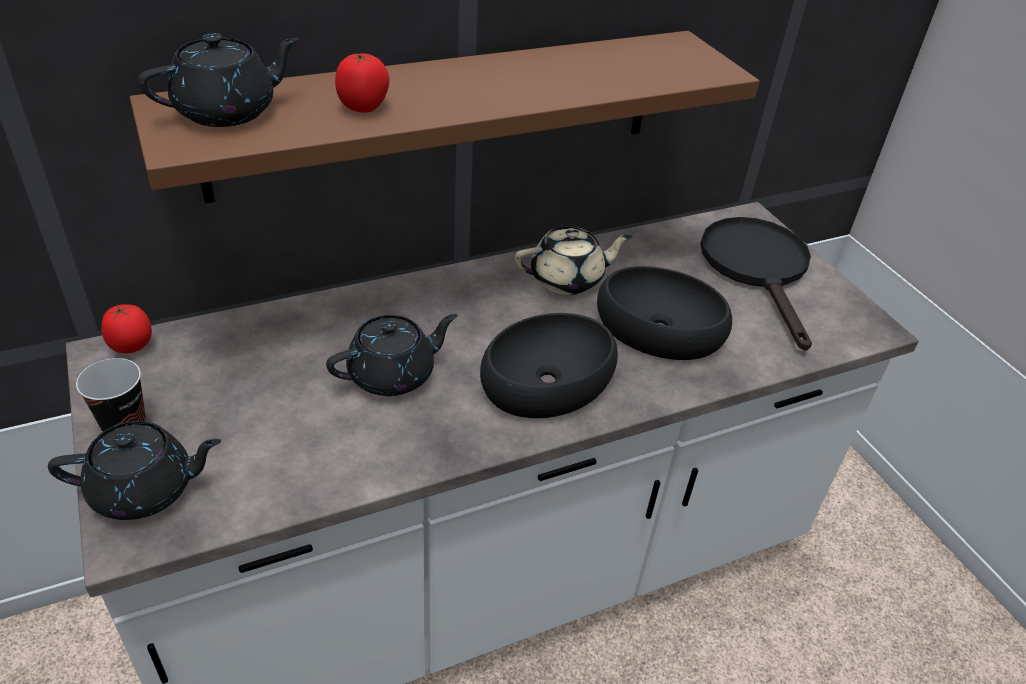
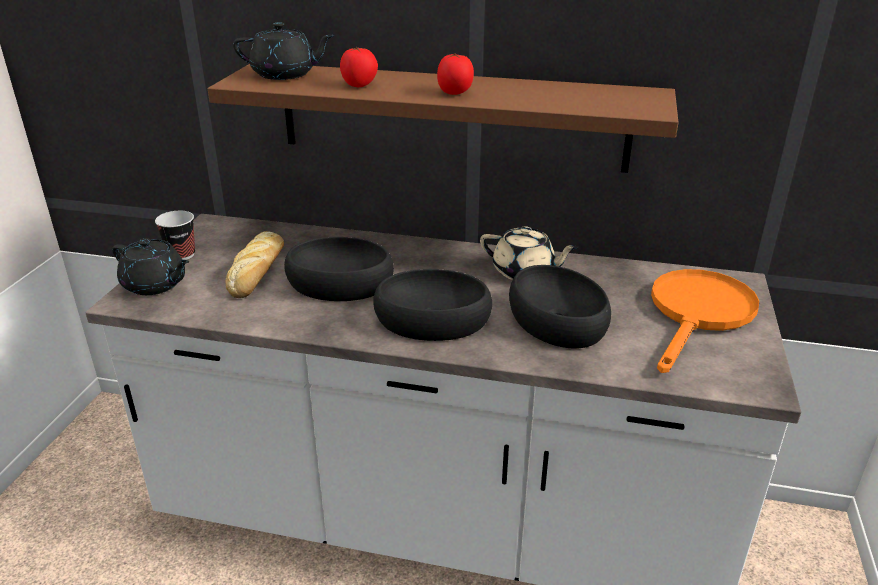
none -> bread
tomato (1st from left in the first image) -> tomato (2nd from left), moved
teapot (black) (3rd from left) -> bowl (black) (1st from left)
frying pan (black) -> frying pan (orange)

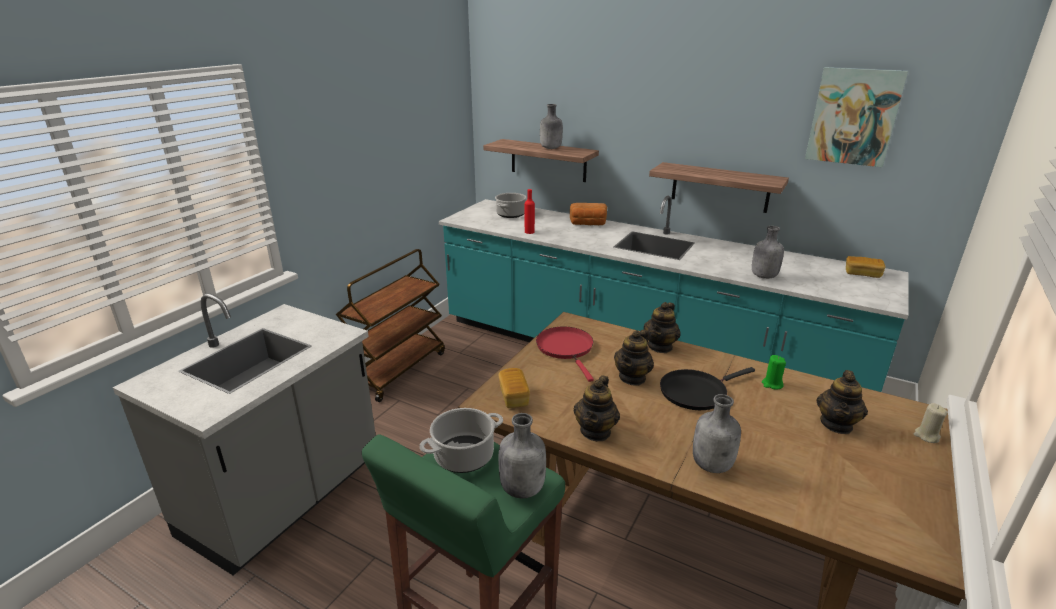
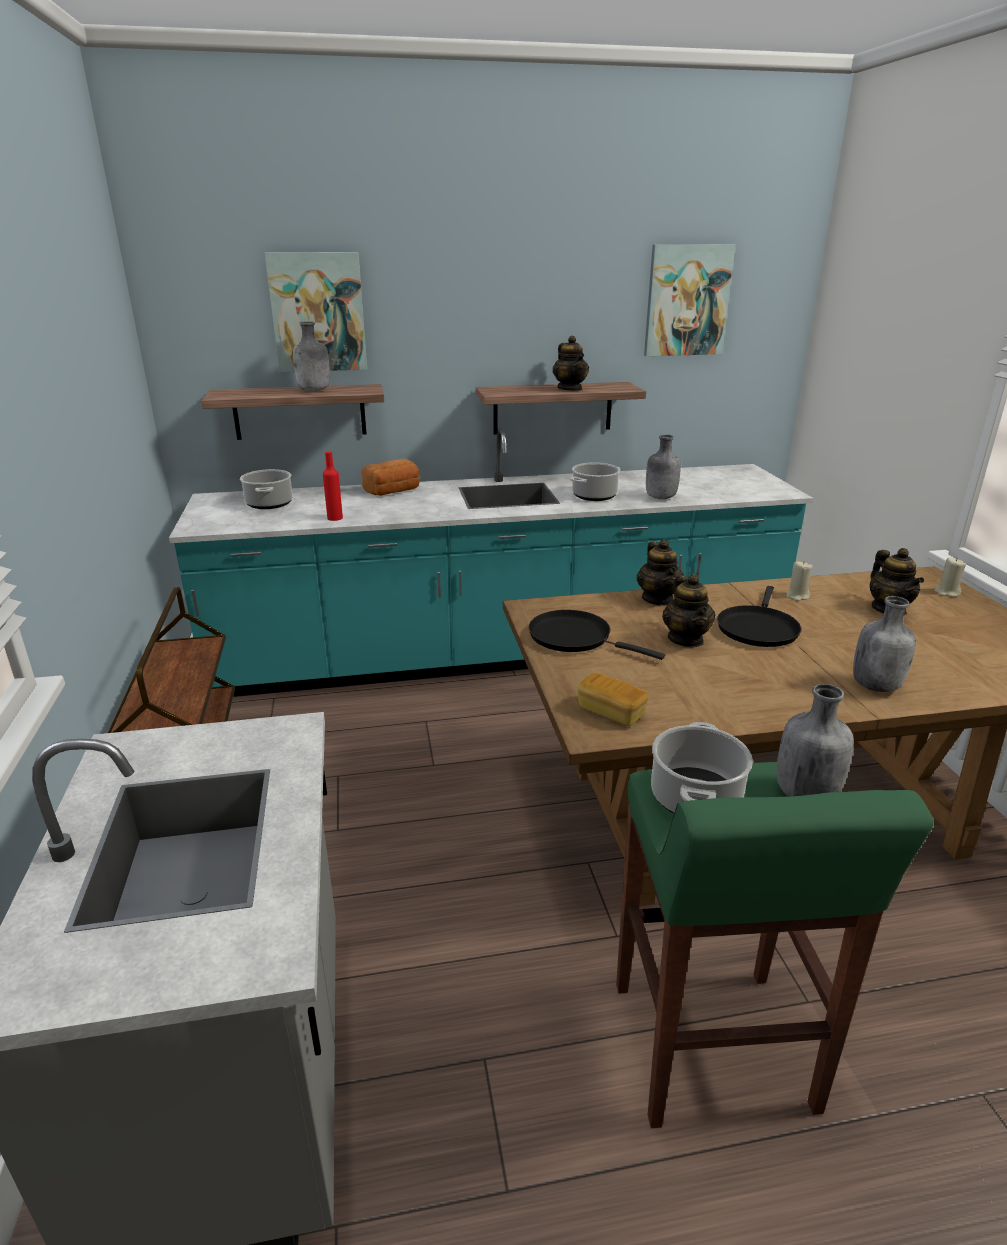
bread (3rd from left) -> none
none -> picture (1st from left)
none -> cooking pot (2nd from left)
teapot (1st from left), moved
frying pan (red) -> frying pan (black) (1st from left)
candle (green) -> candle (beige) (1st from left)

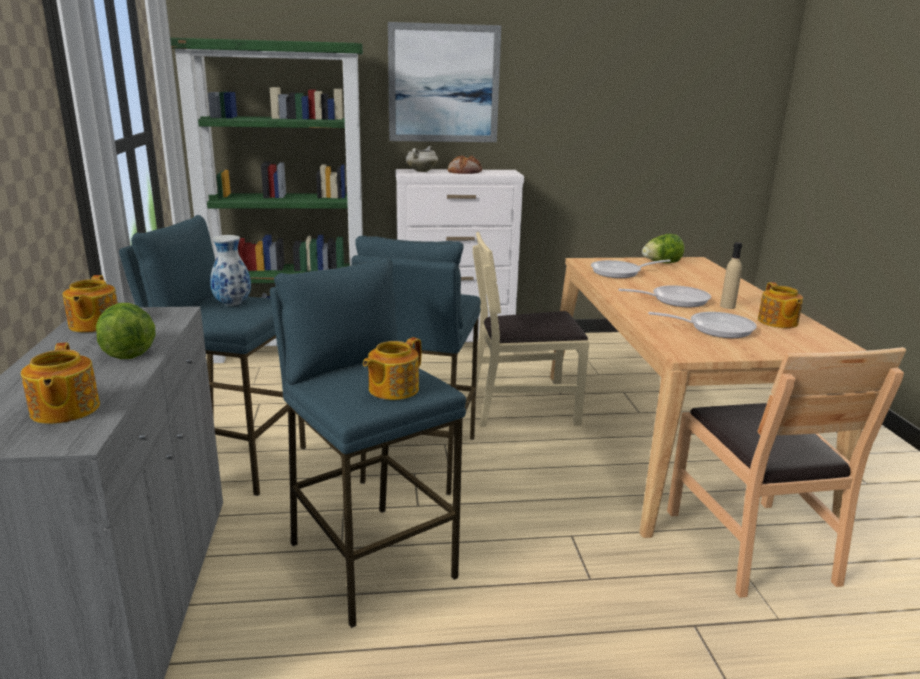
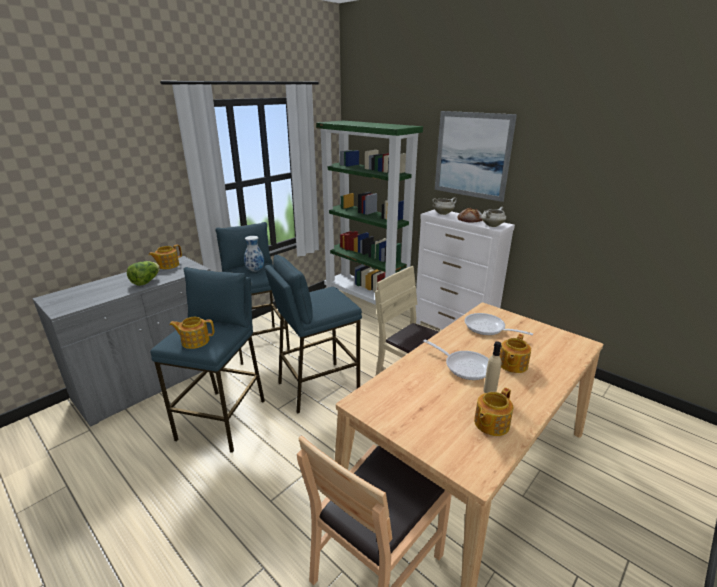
lettuce (2nd from left) -> none
frying pan (3rd from left) -> none
none -> cooking pot (white) (2nd from left)
teapot (1st from left in the first image) -> teapot (4th from left), moved

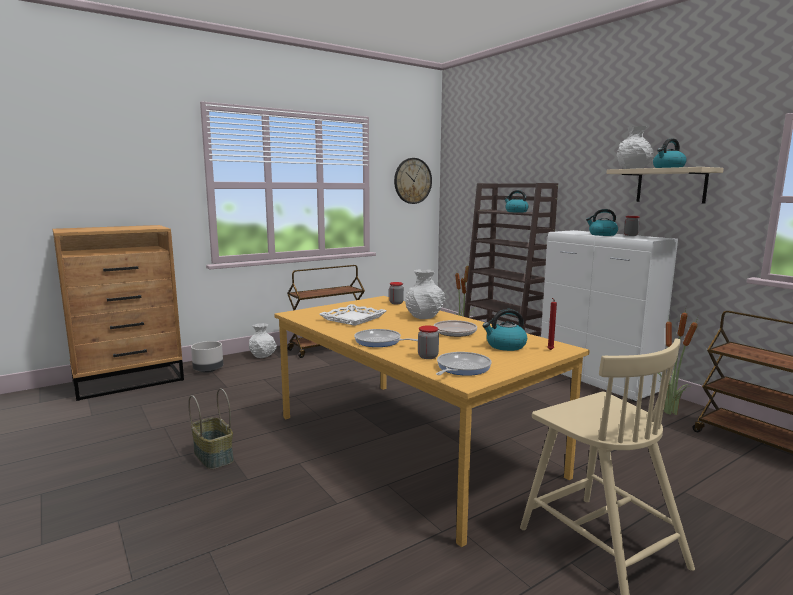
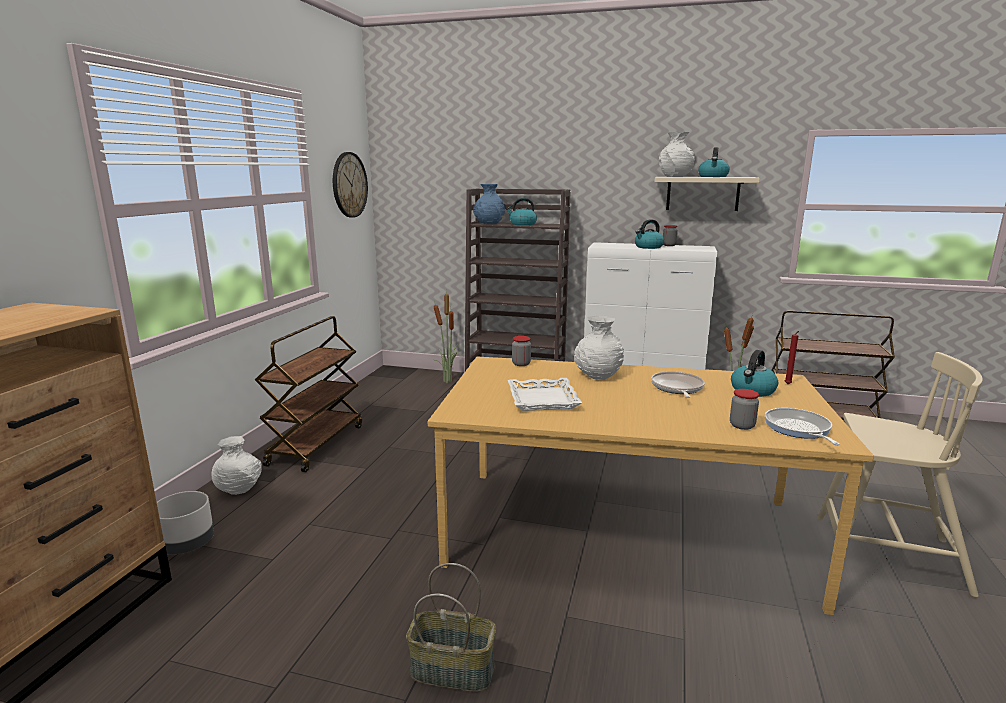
frying pan (1st from left) -> none
none -> vase (blue)

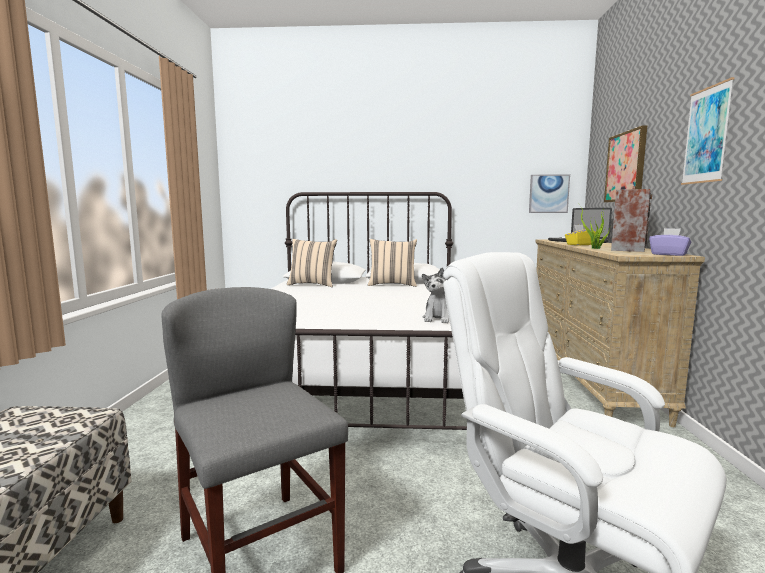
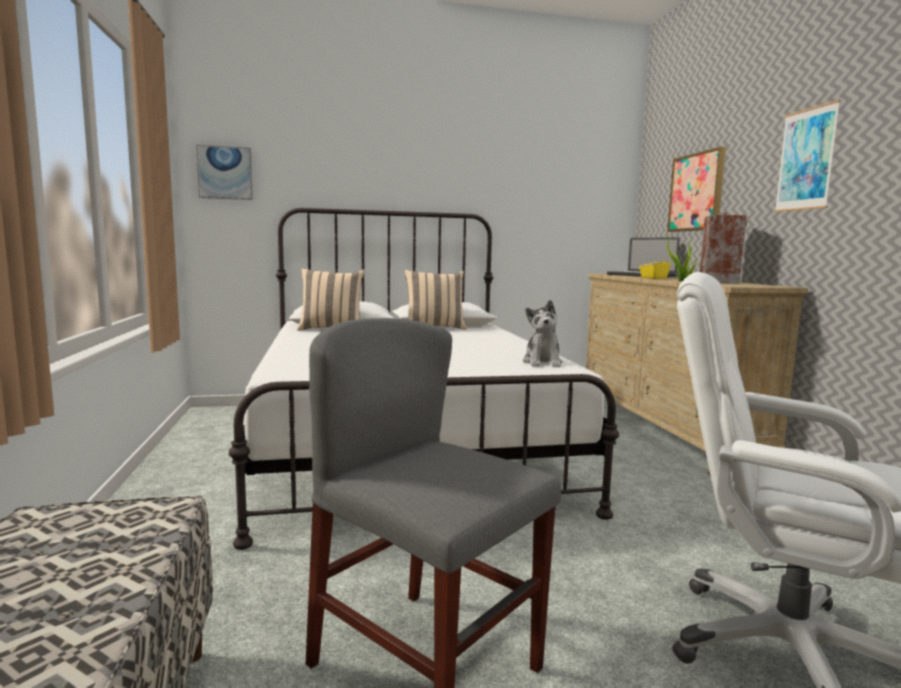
tissue box (purple) -> none
picture (1st from left), moved

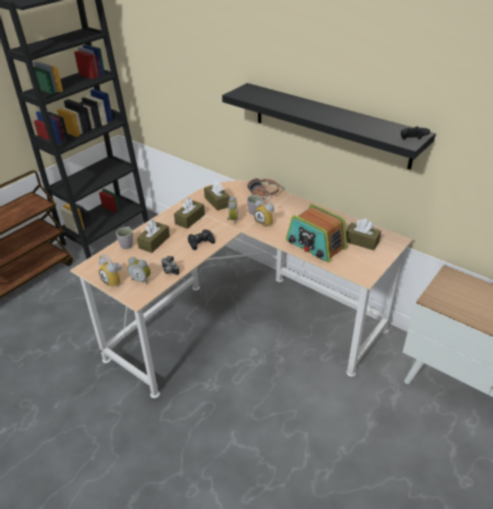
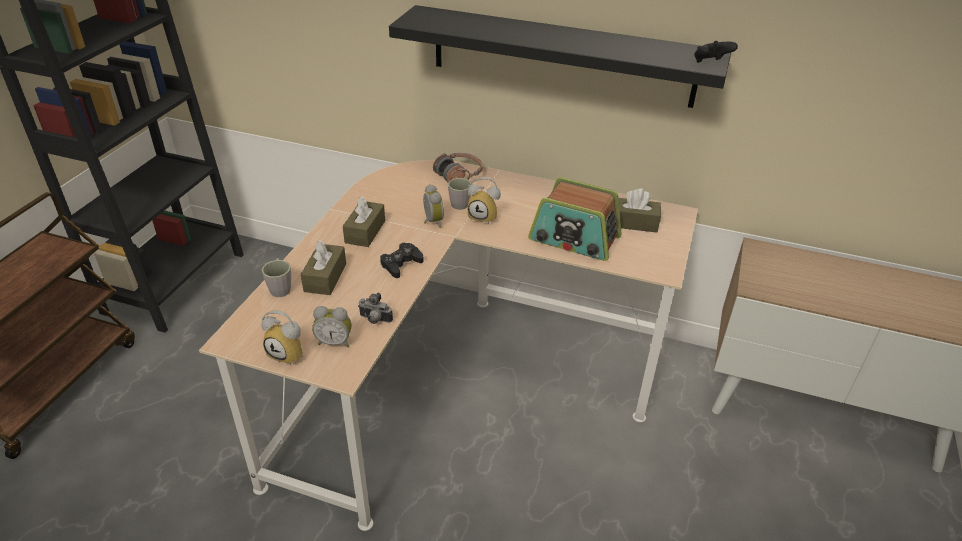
tissue box (brown) (3rd from left) -> none

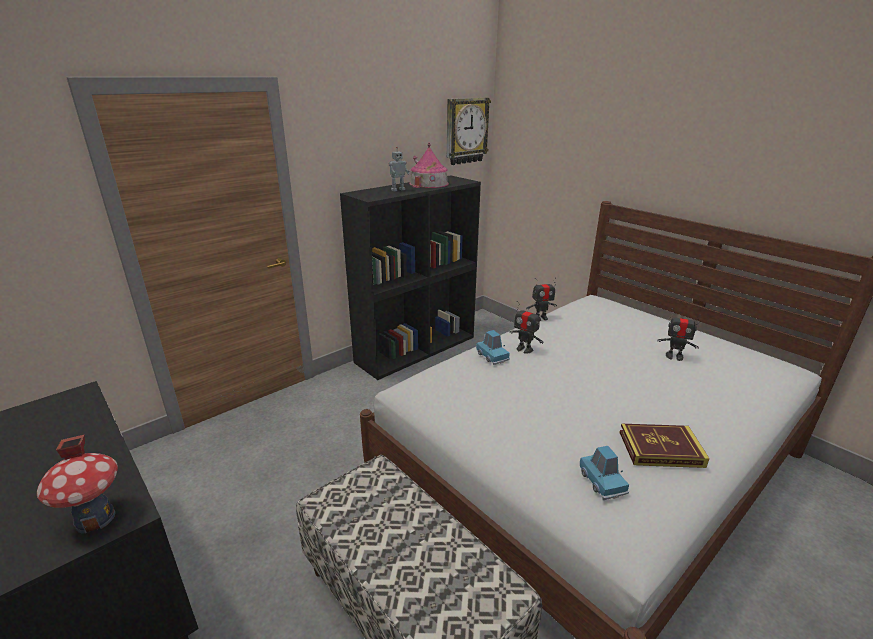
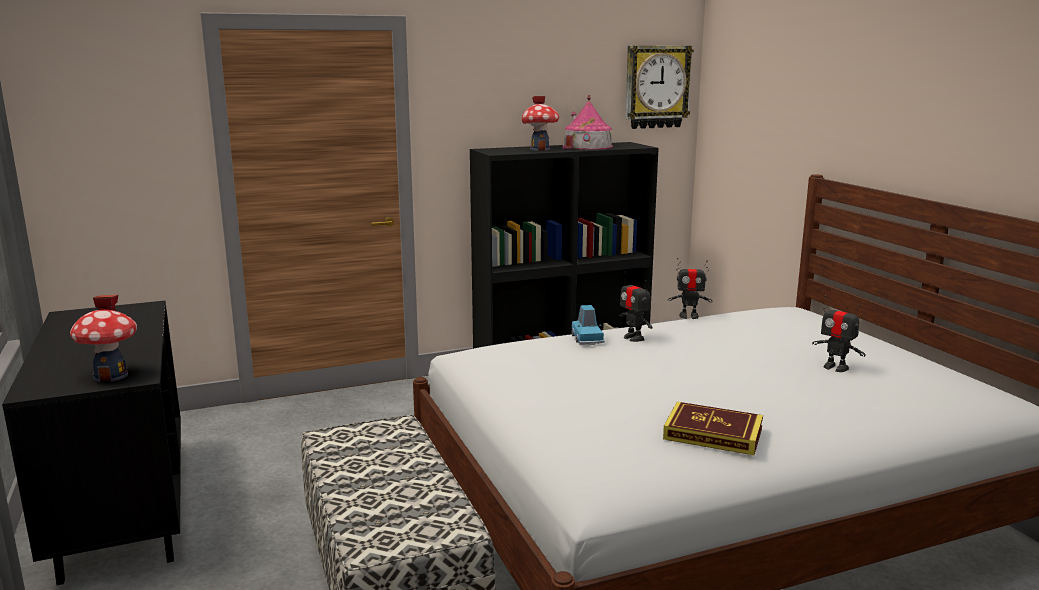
toy car (blue) (2nd from left) -> none
toy robot (1st from left) -> toy house (2nd from left)

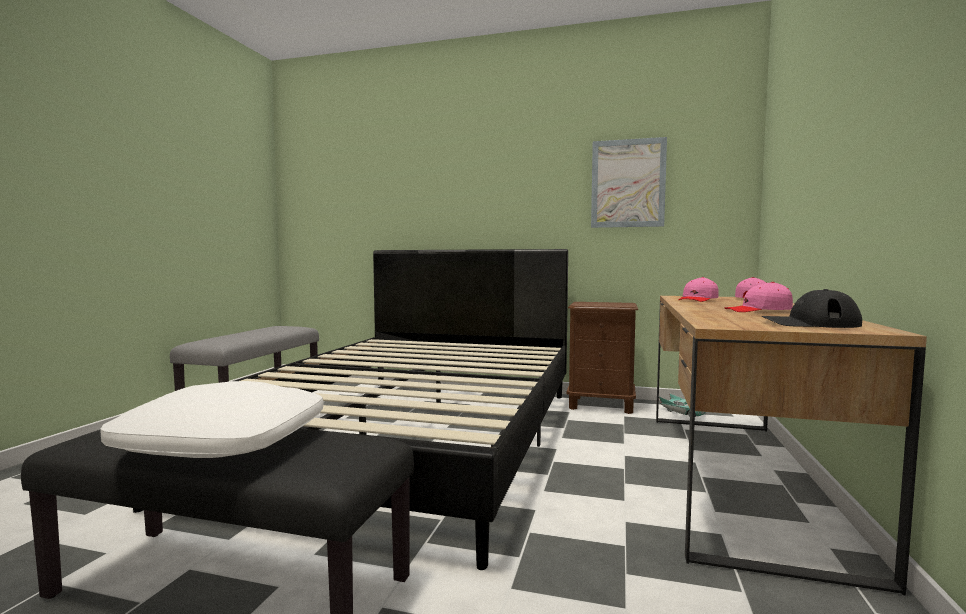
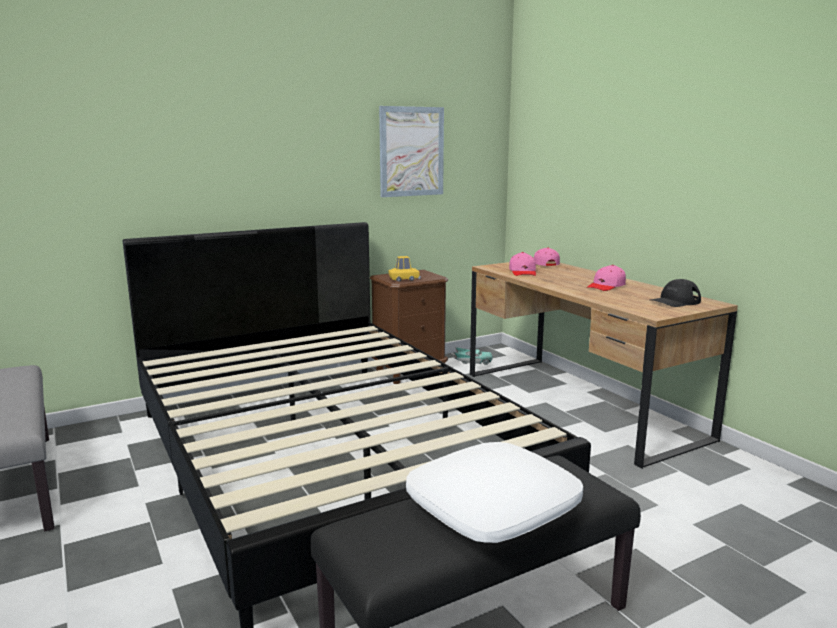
none -> toy car (yellow)

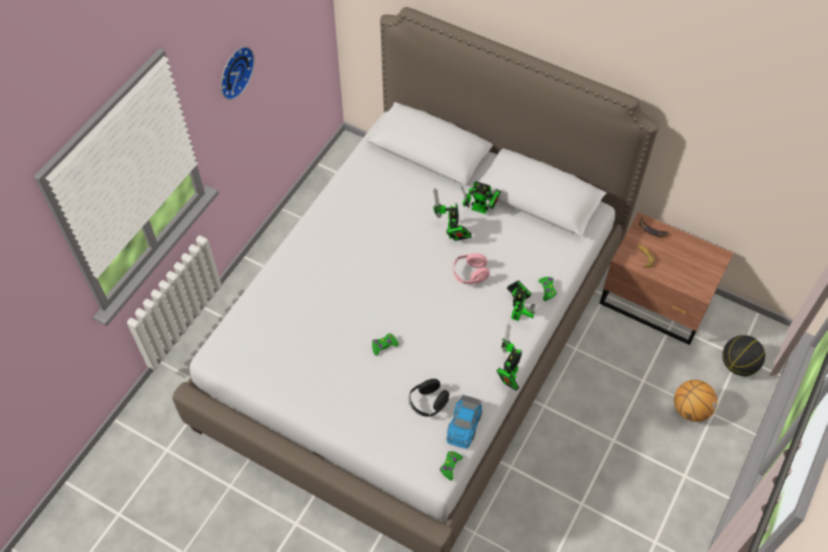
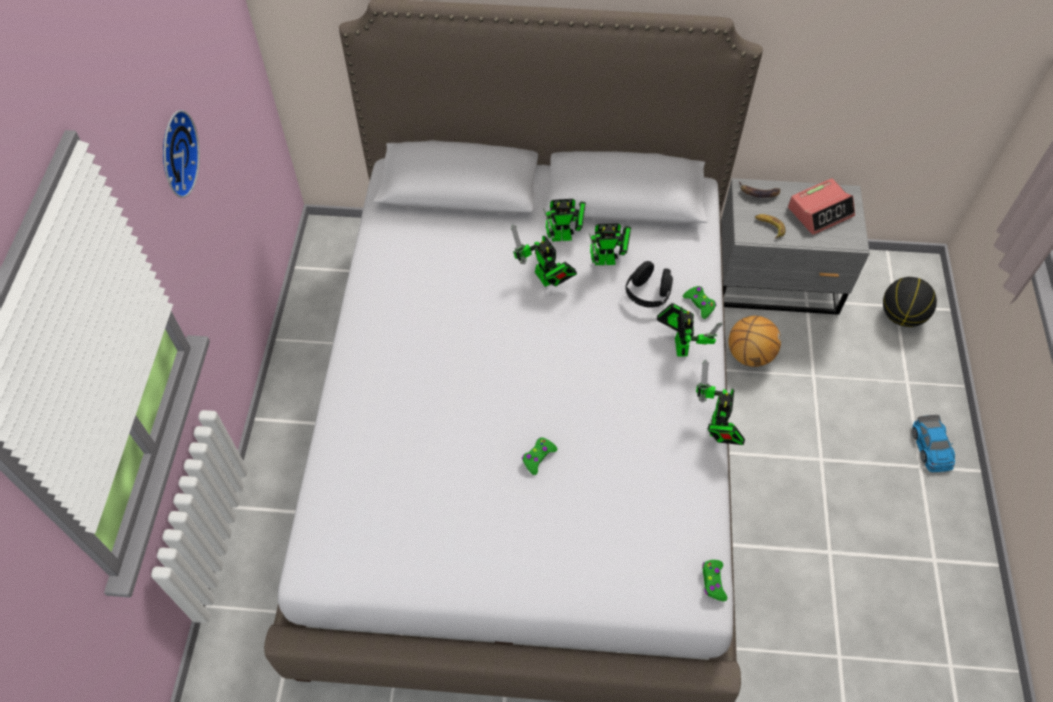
headphones (pink) -> none
none -> toy robot (3rd from left)
none -> alarm clock
headphones (black), moved
toy car, moved
basketball (1st from left), moved
nightstand (brown) -> nightstand (grey)

